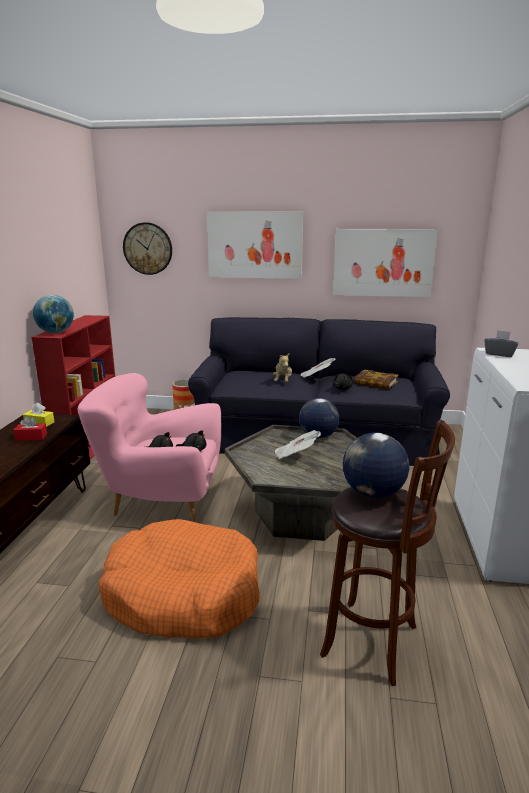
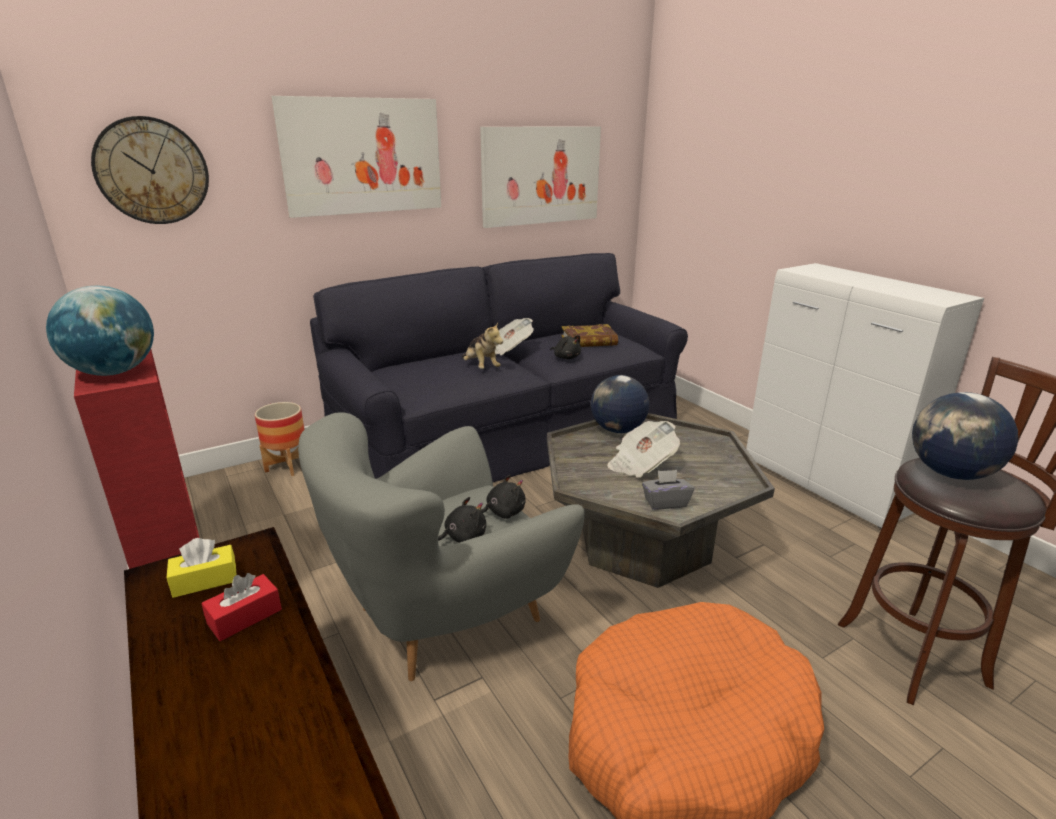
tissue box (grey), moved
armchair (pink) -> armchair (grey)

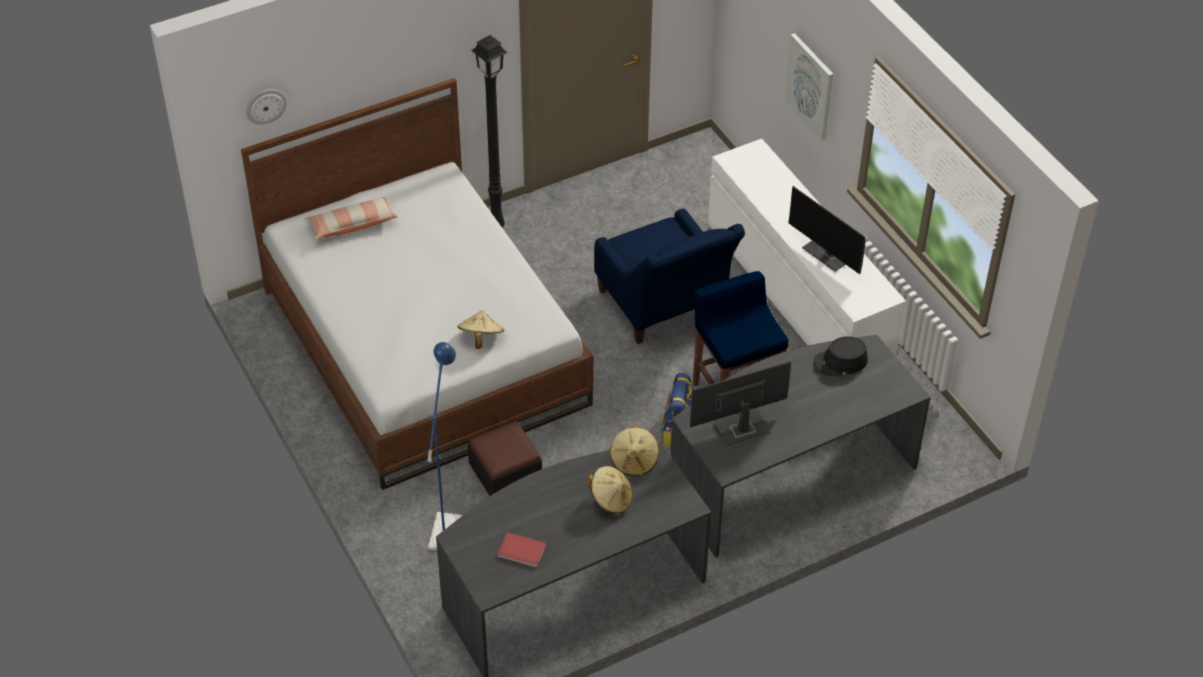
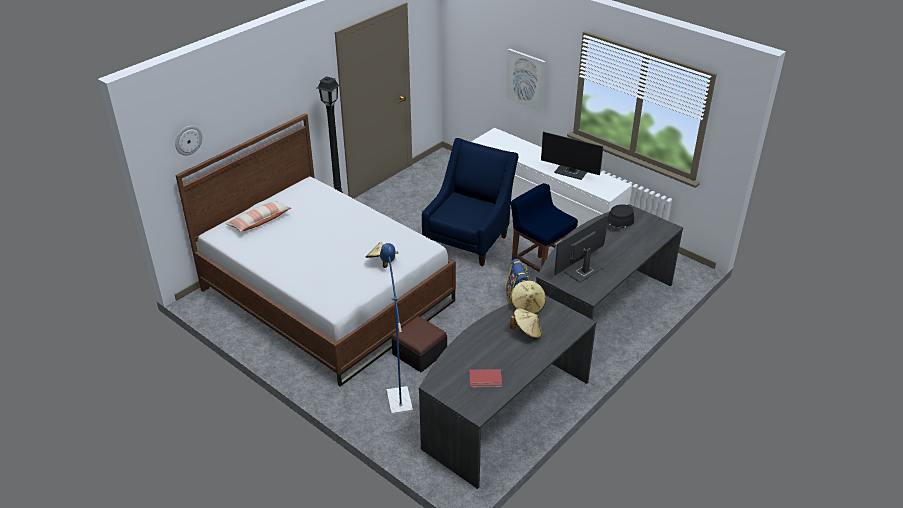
armchair (blue), 105 degrees counterclockwise

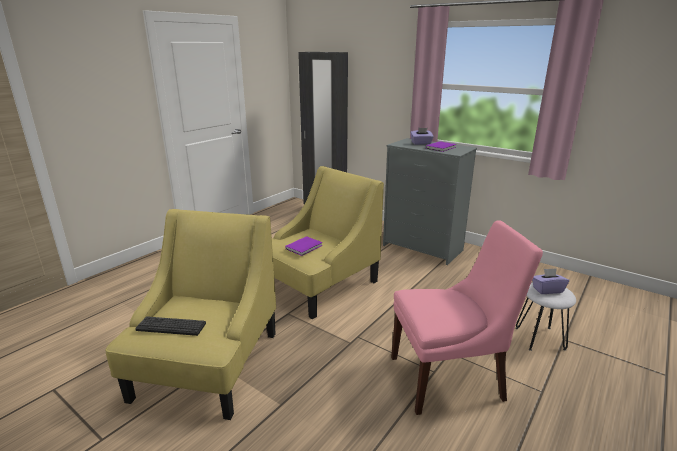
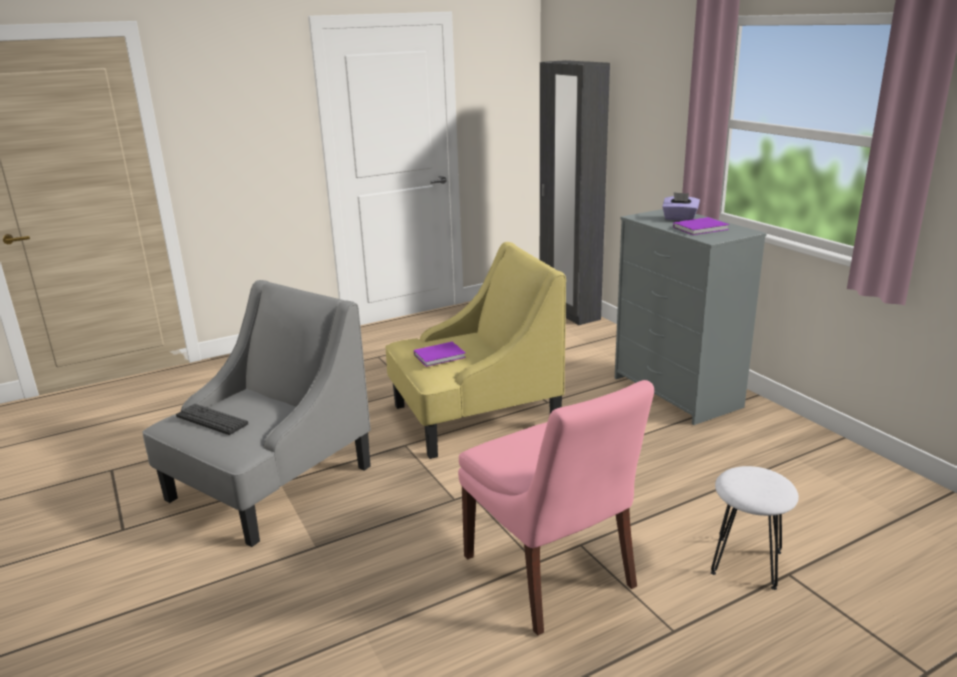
tissue box (purple) (2nd from left) -> none
armchair (yellow) (1st from left) -> armchair (grey)
chair (pink), 45 degrees clockwise

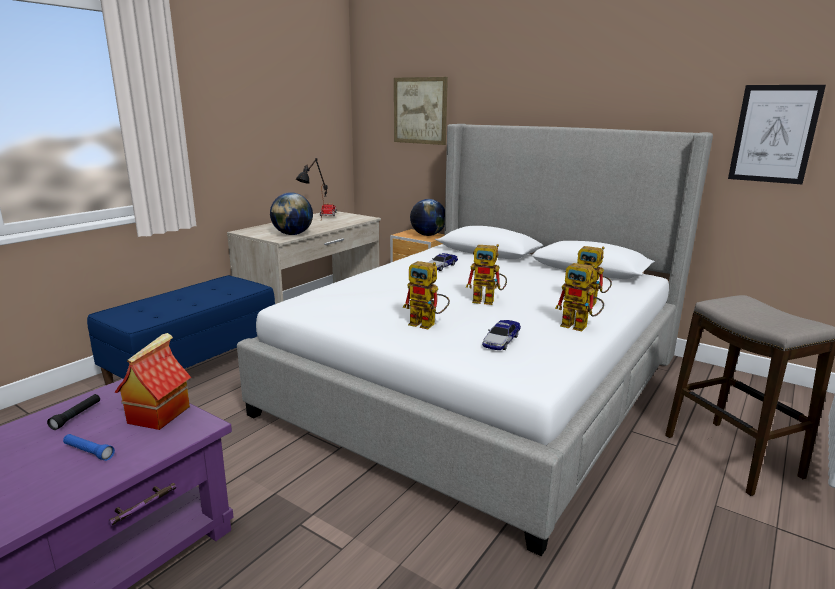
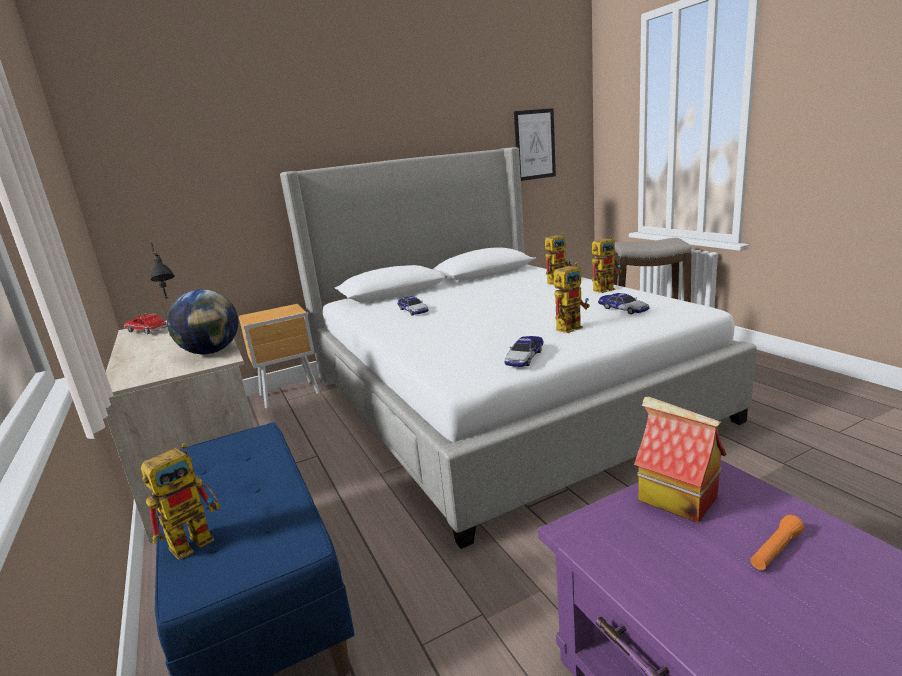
flashlight (black) -> none
picture (1st from left) -> none
globe (2nd from left) -> none
none -> toy car (2nd from left)
toy robot (2nd from left in the first image) -> toy robot (1st from left), moved
flashlight (blue) -> flashlight (orange)

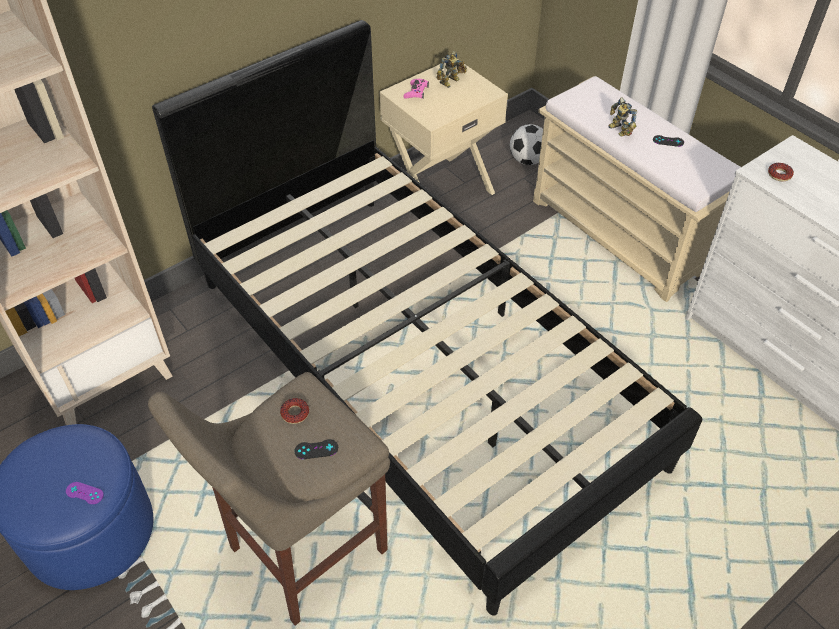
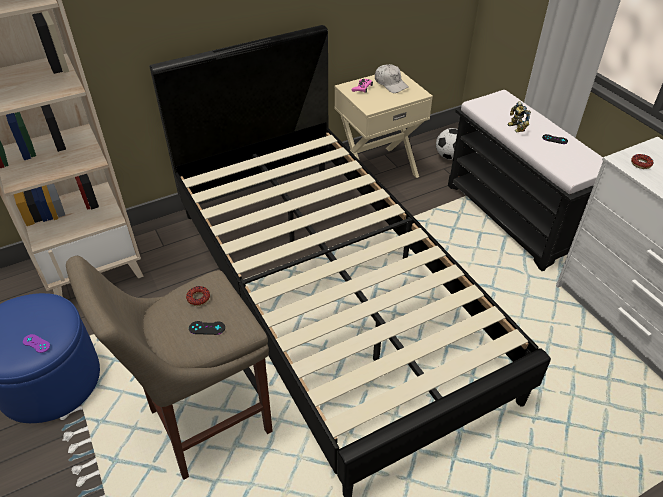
toy robot (1st from left) -> cap (white)
bench (beige) -> bench (black)

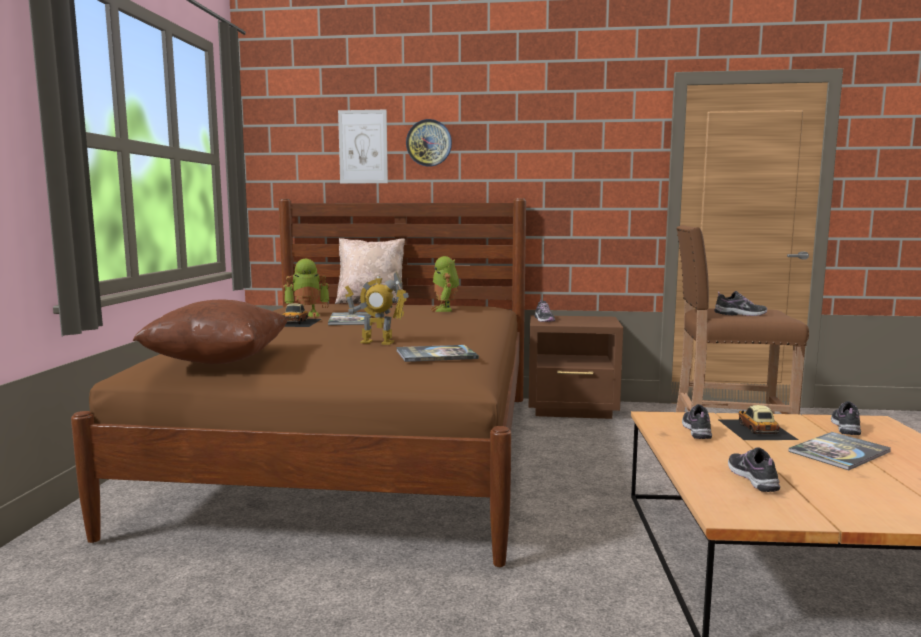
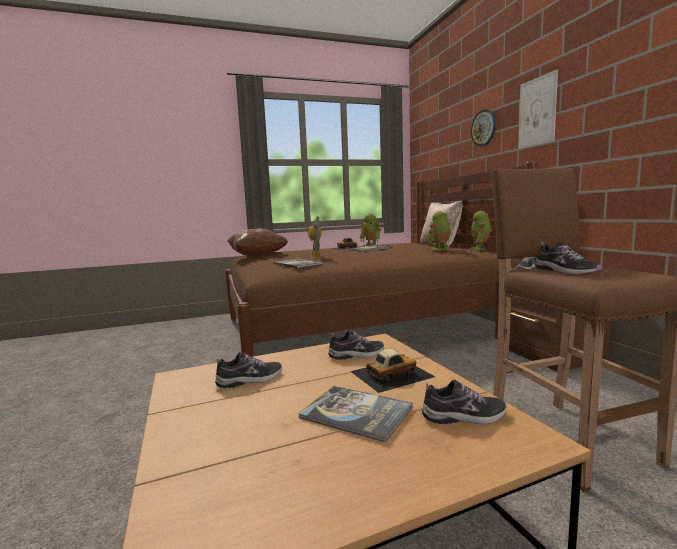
none -> toy robot (4th from left)
picture, moved

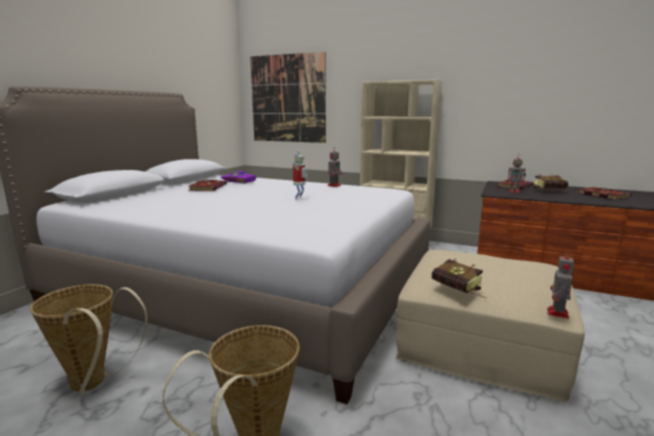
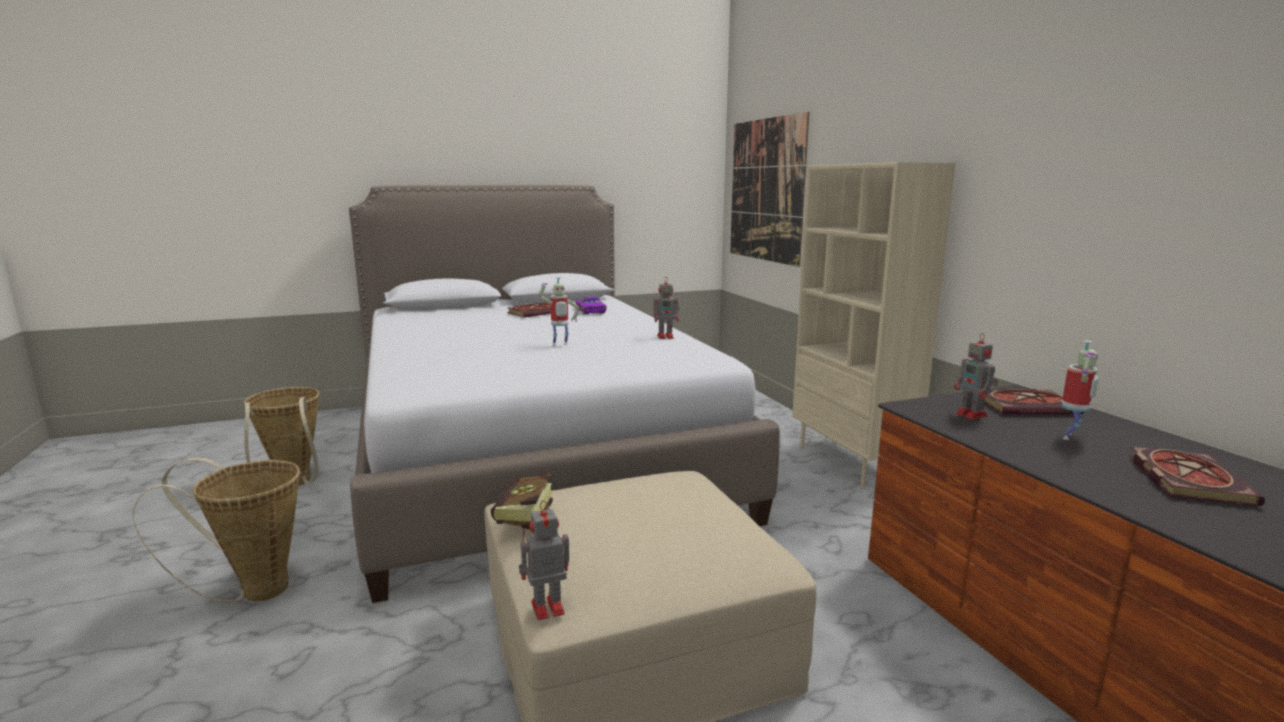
book (4th from left) -> toy robot (5th from left)

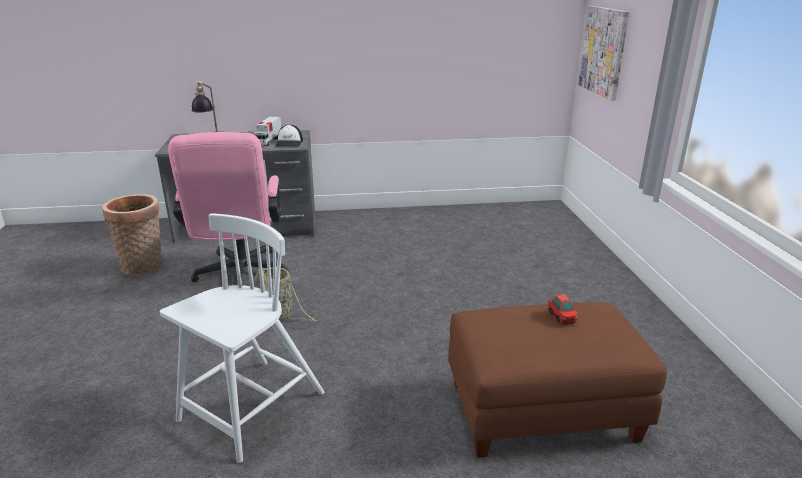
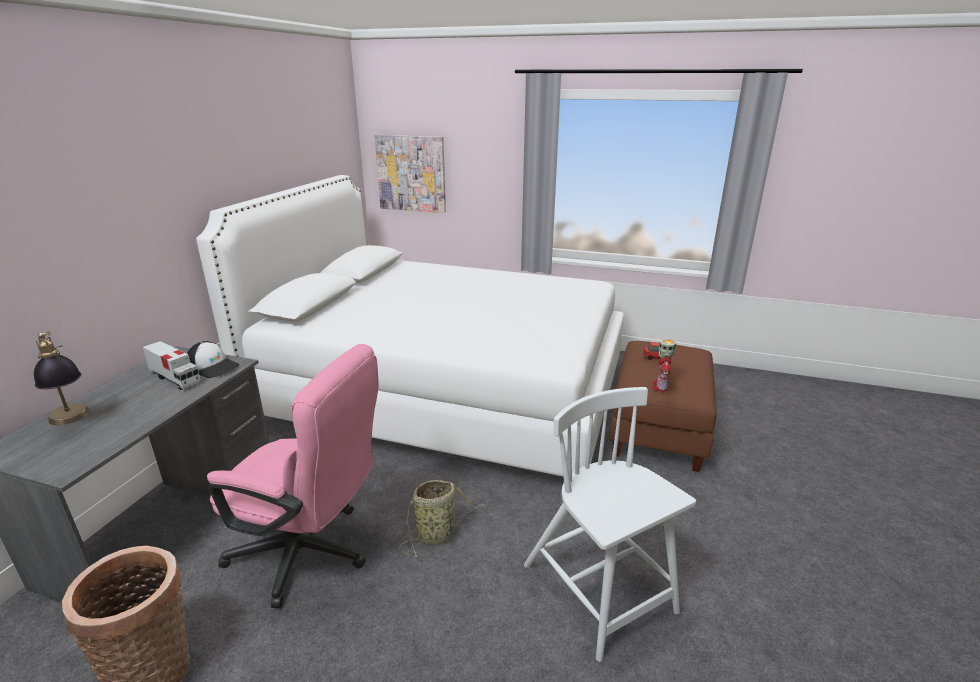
none -> bed (white)
none -> toy robot

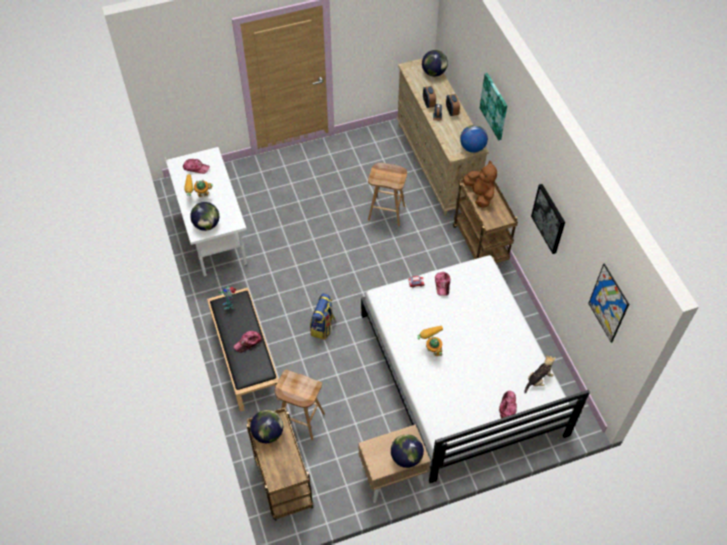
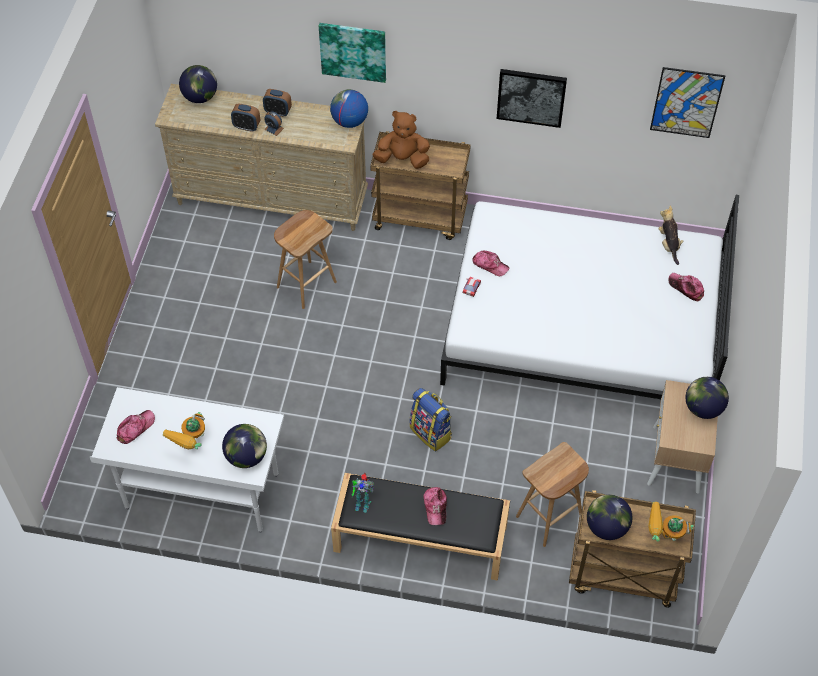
toy robot (3rd from left), moved

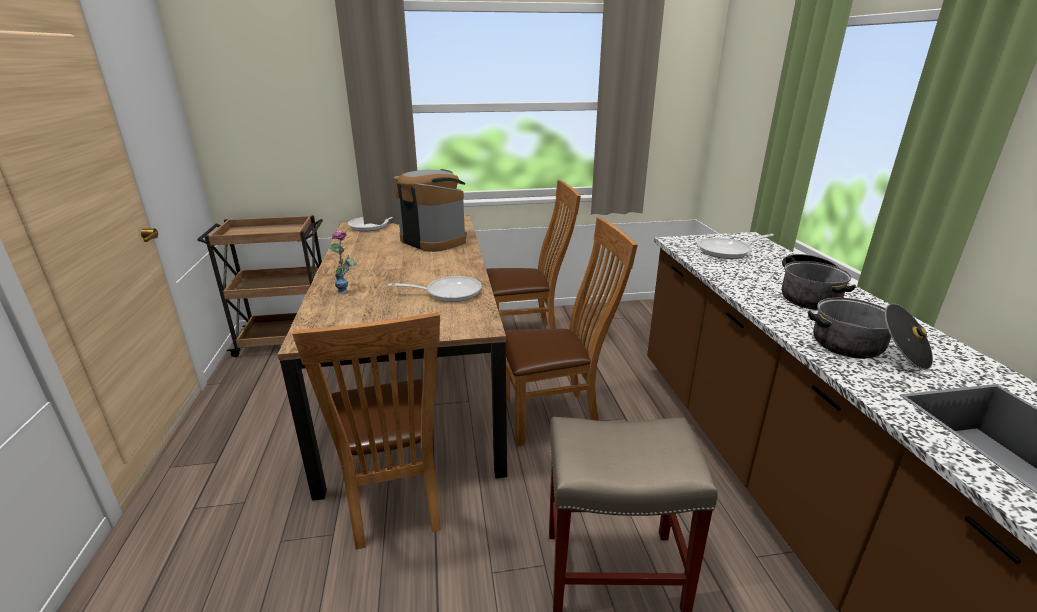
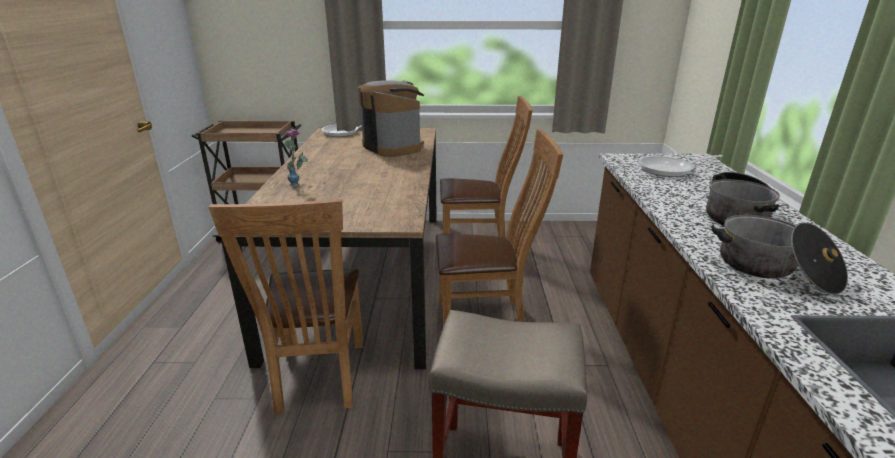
frying pan (2nd from left) -> none

